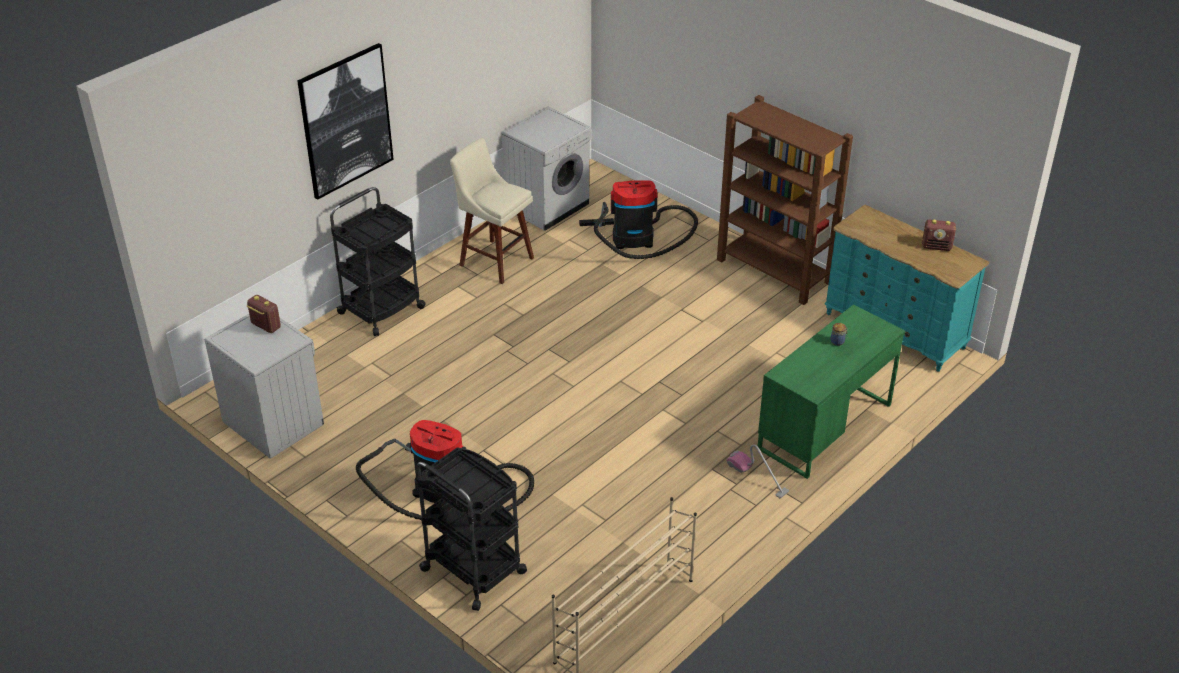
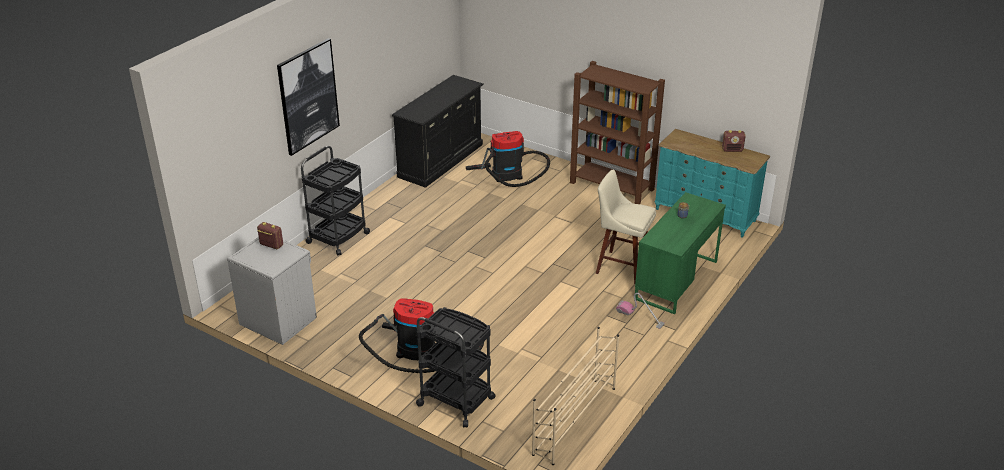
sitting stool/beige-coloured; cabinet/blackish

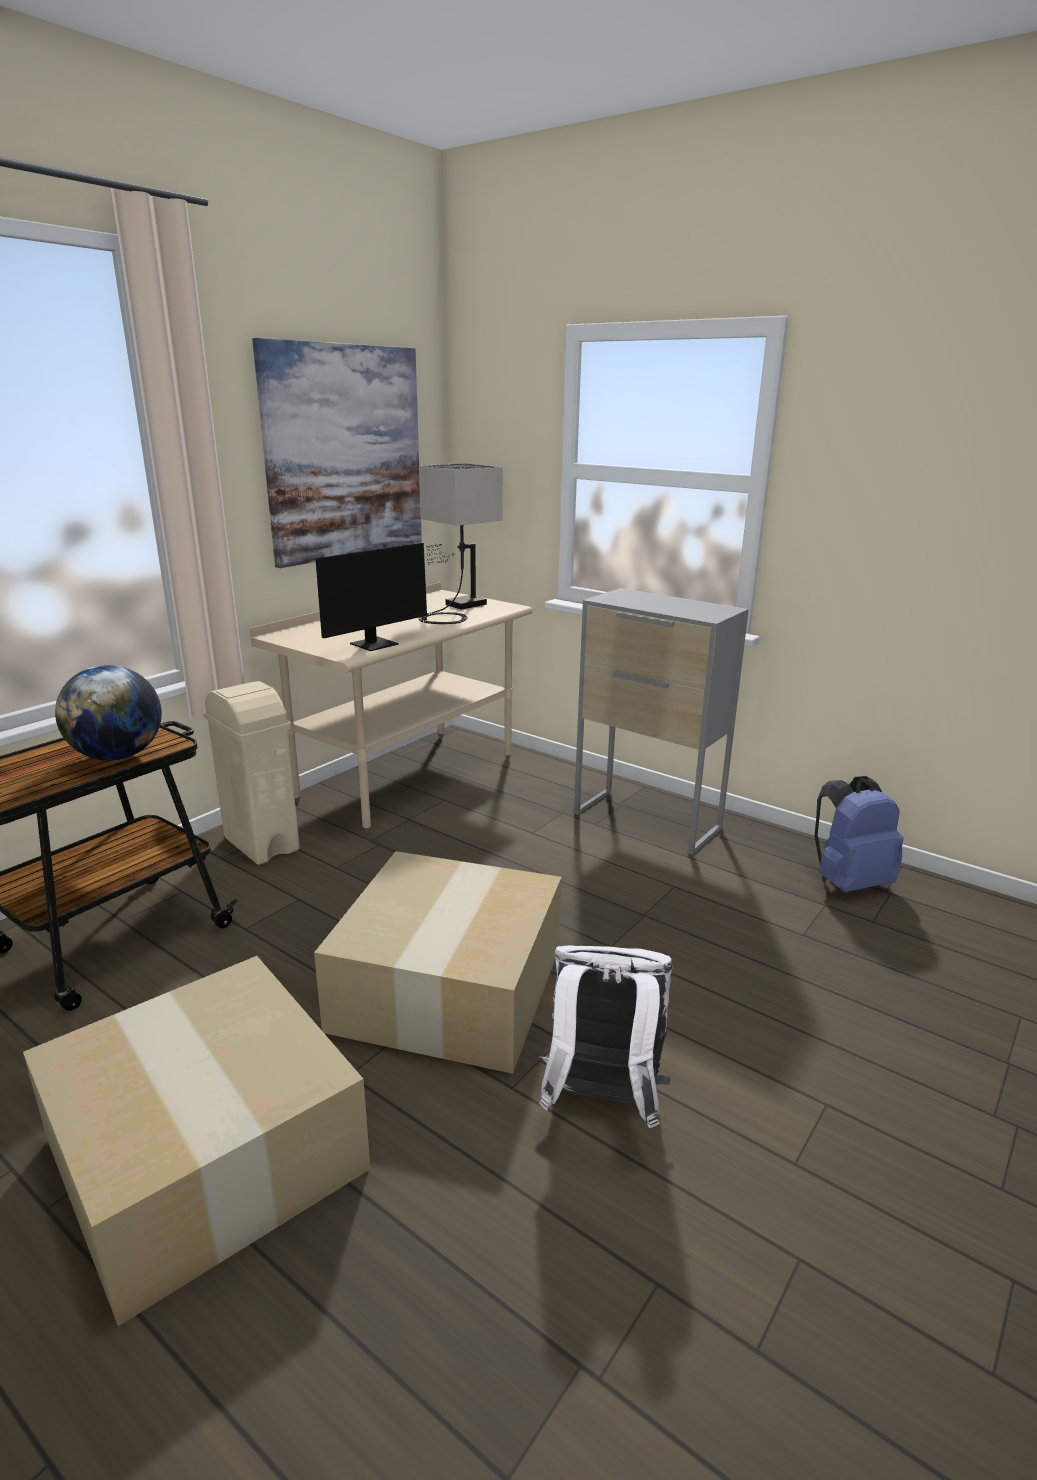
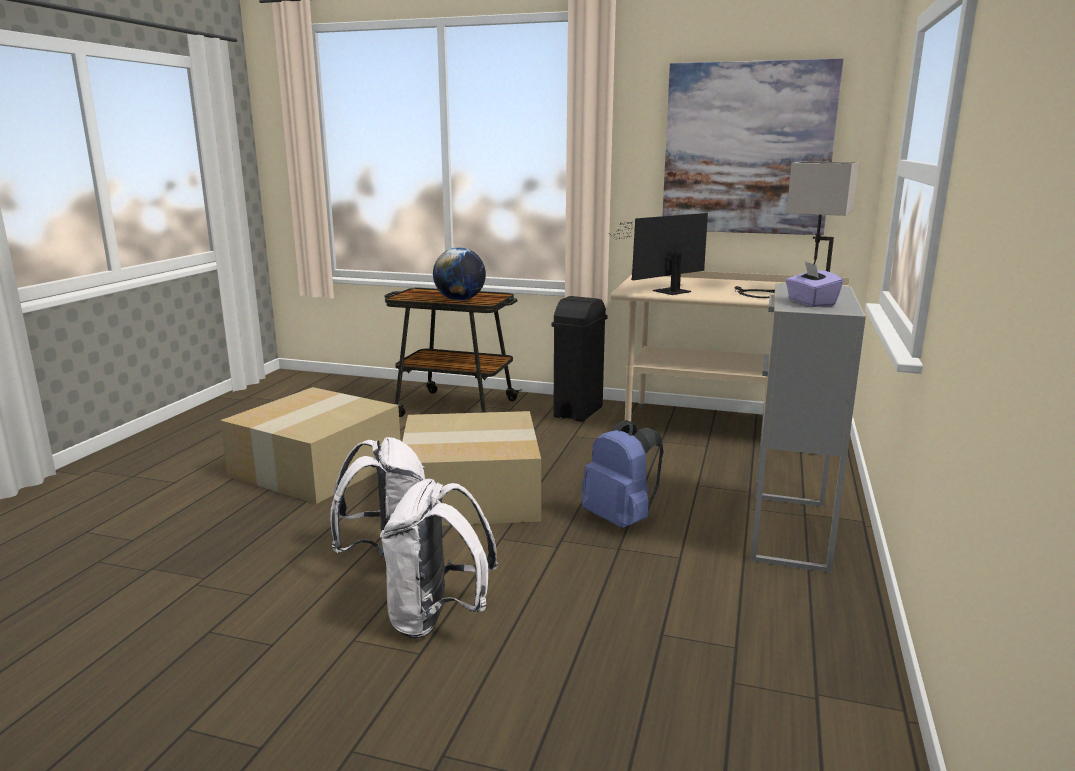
backpack/white-coloured (no. 2 from left); box of tissues/purplish; backpack/blue-coloured; trash can/blackish; computer screen

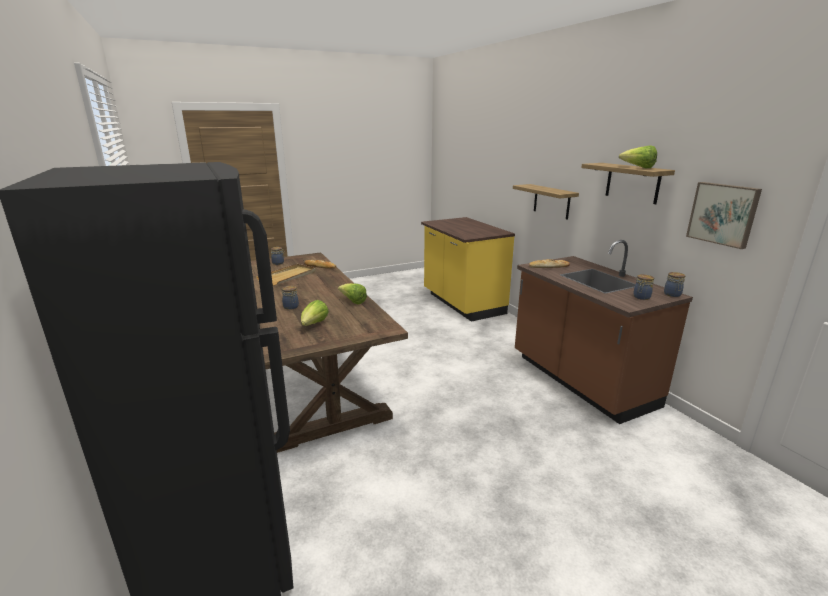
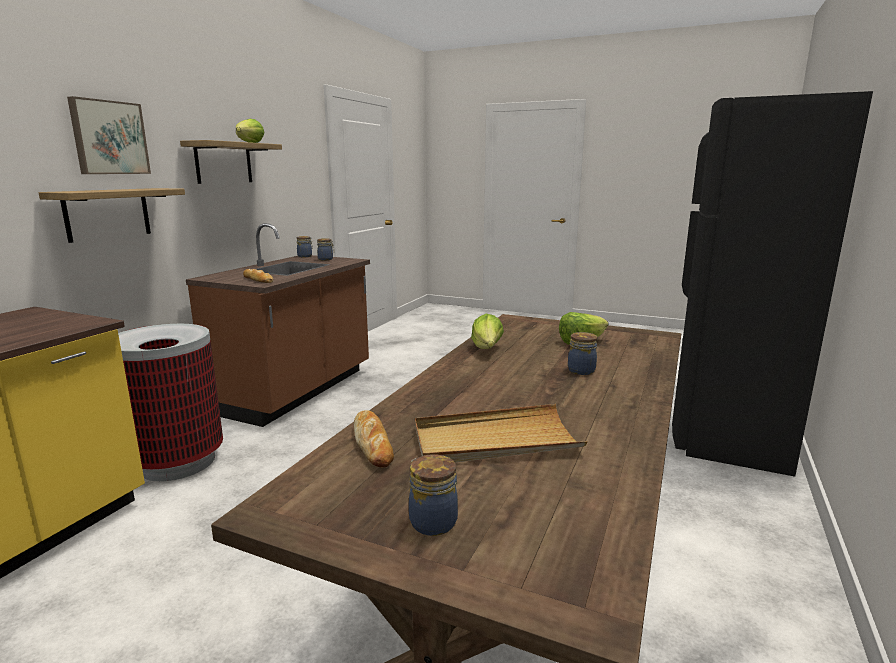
trash can; wall art

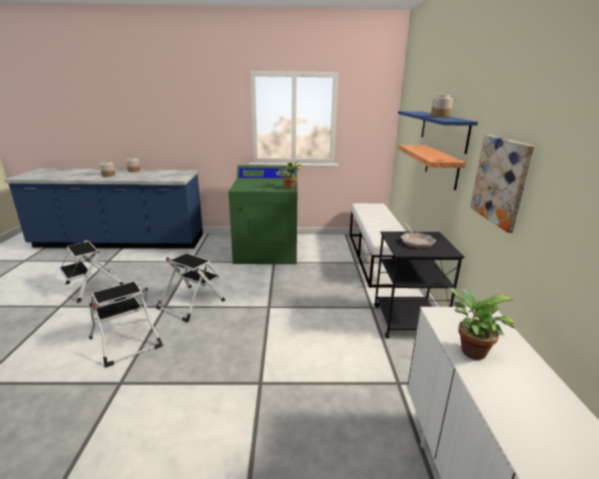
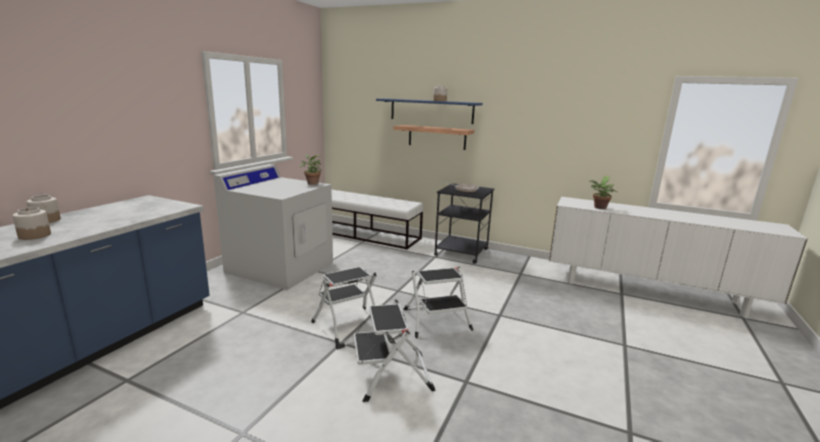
wall art; step stool (no. 3 from left); washing machine/white-coloured

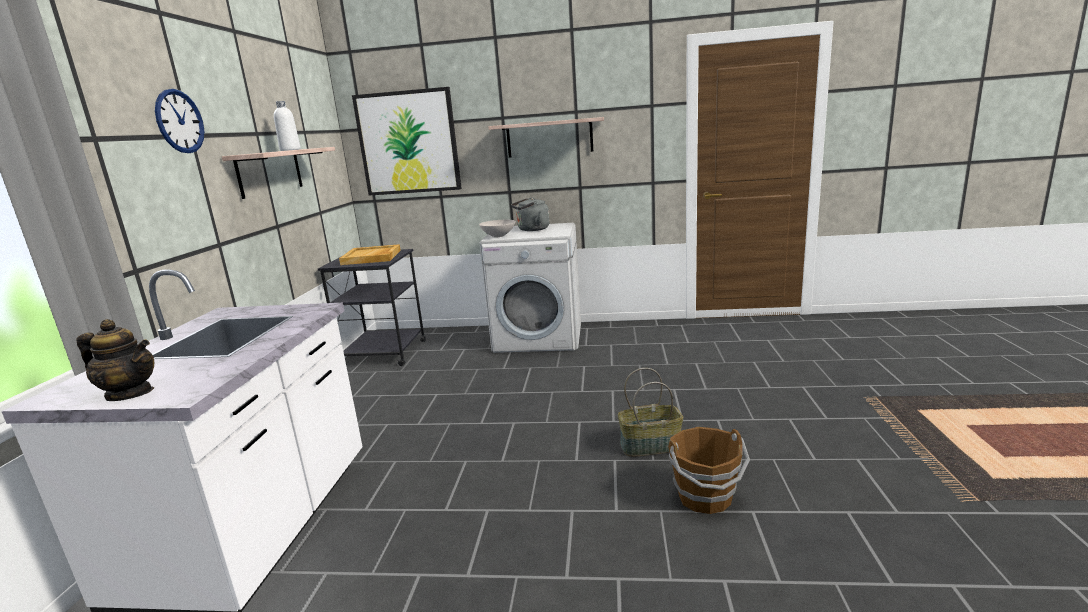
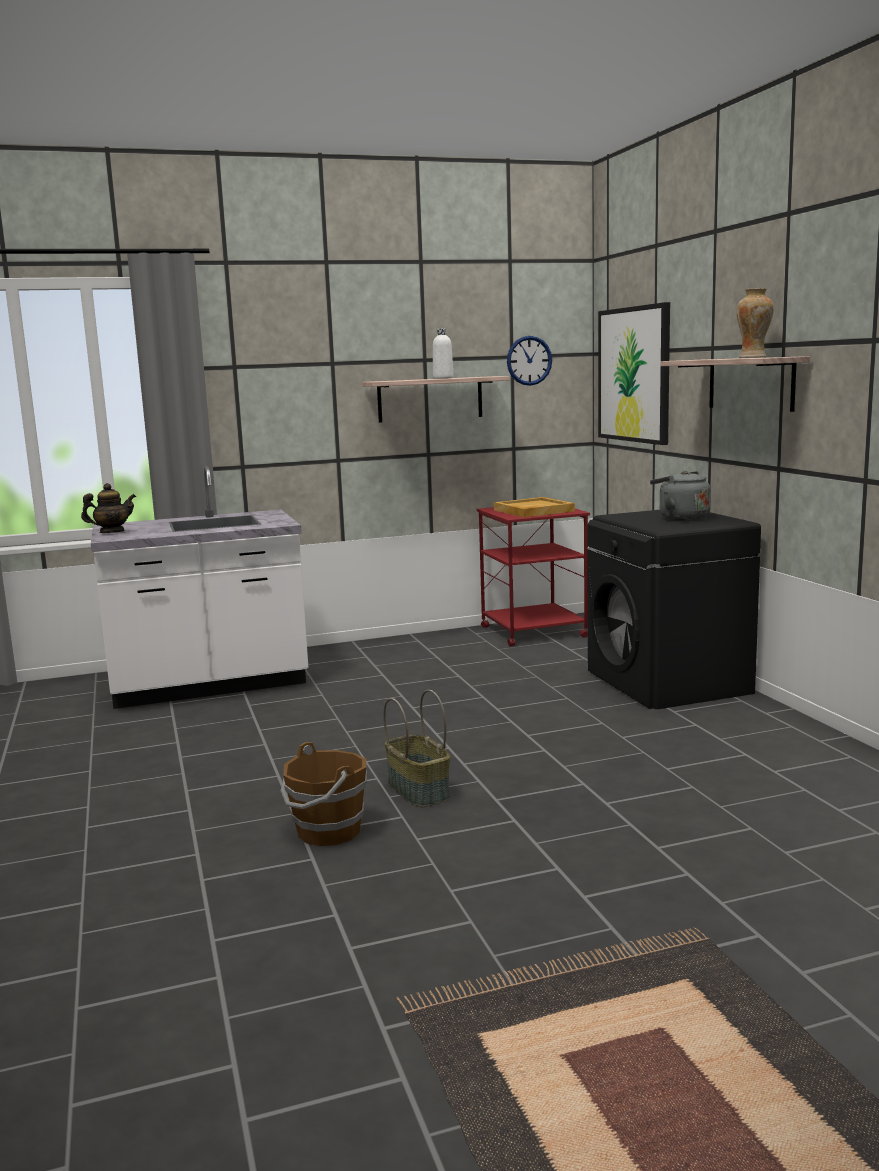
serving bowl/white-coloured; vase; hanging clock; trolley/red; washing machine/blackish; pot for tea

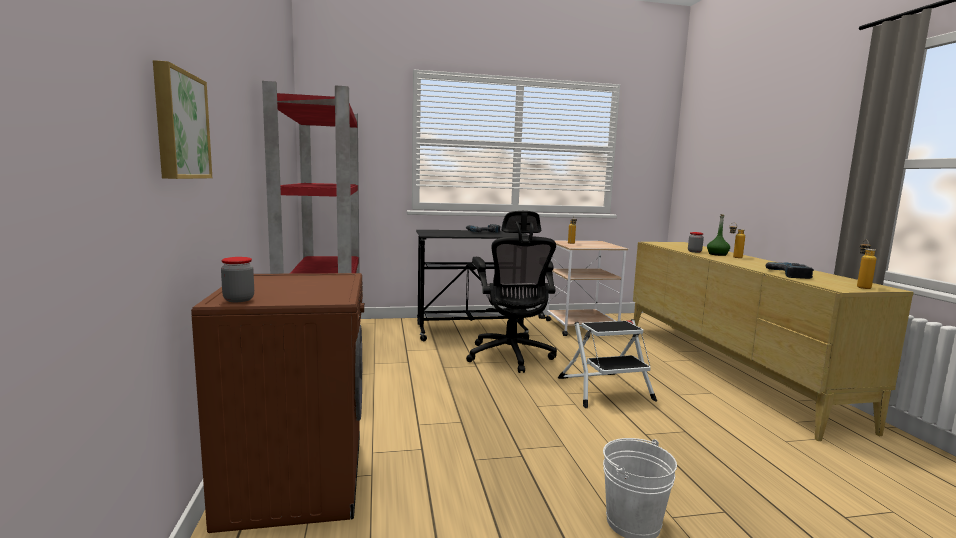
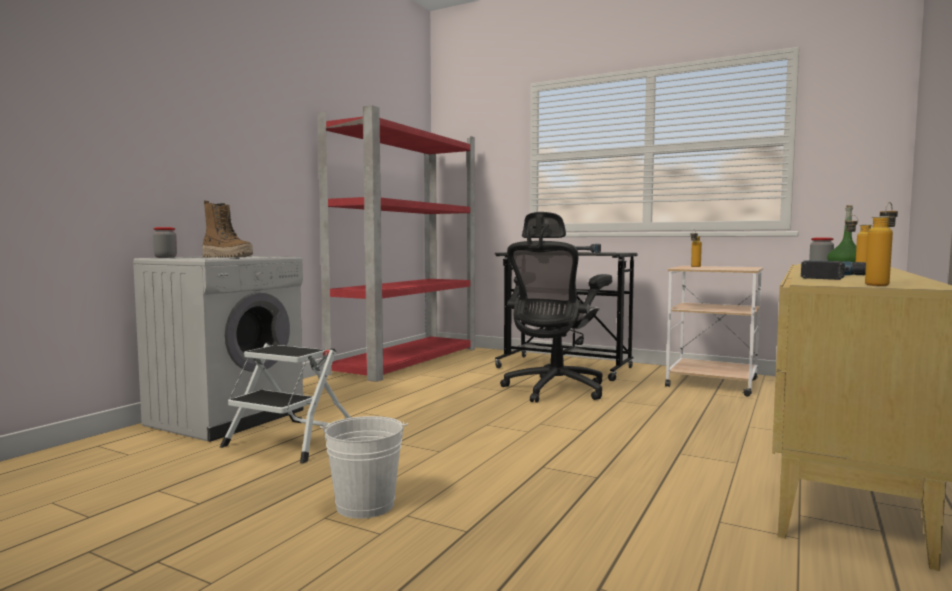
wall art; high-top boot; step stool; washing machine/white-coloured

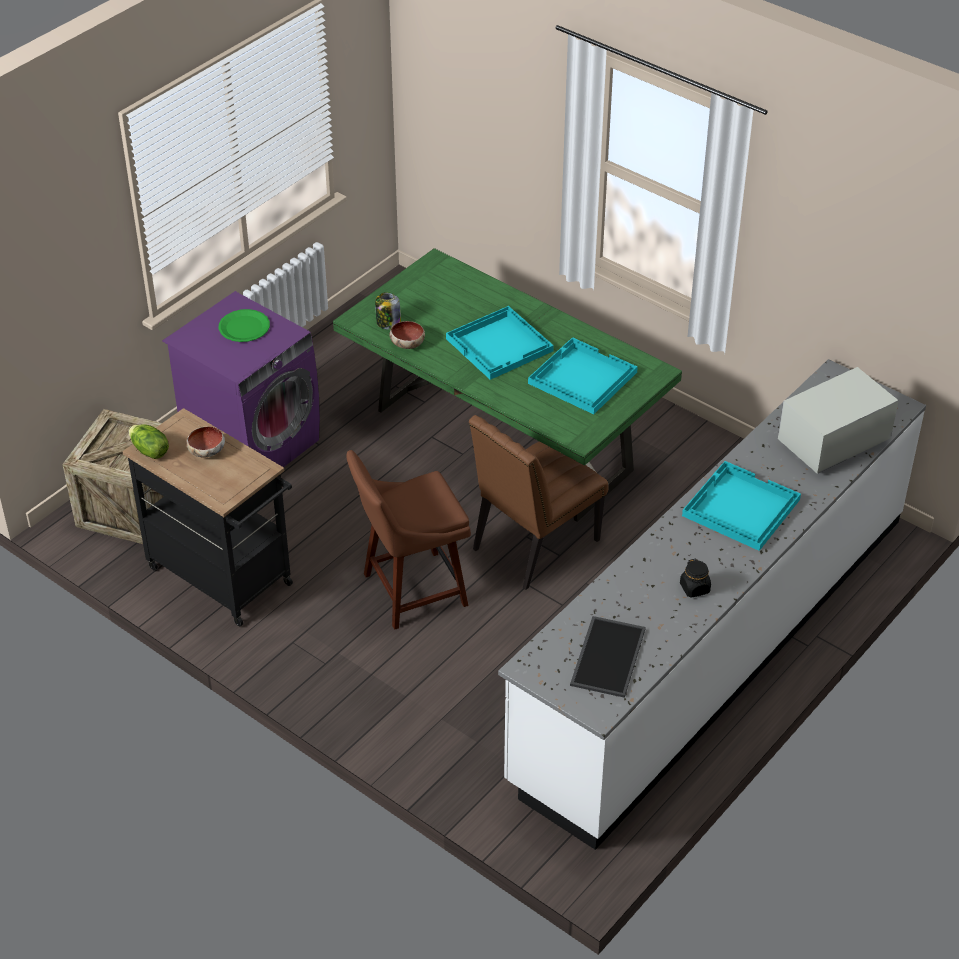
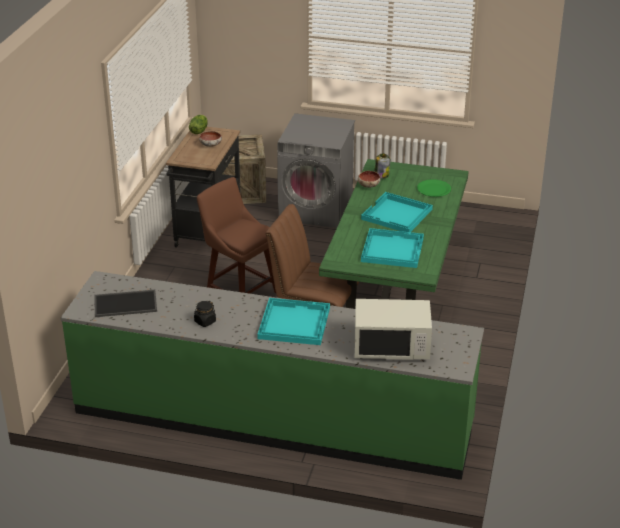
flat dish/green-coloured; washing machine/greyish; kitchen counter/green-coloured; kitchen microwave/white-coloured

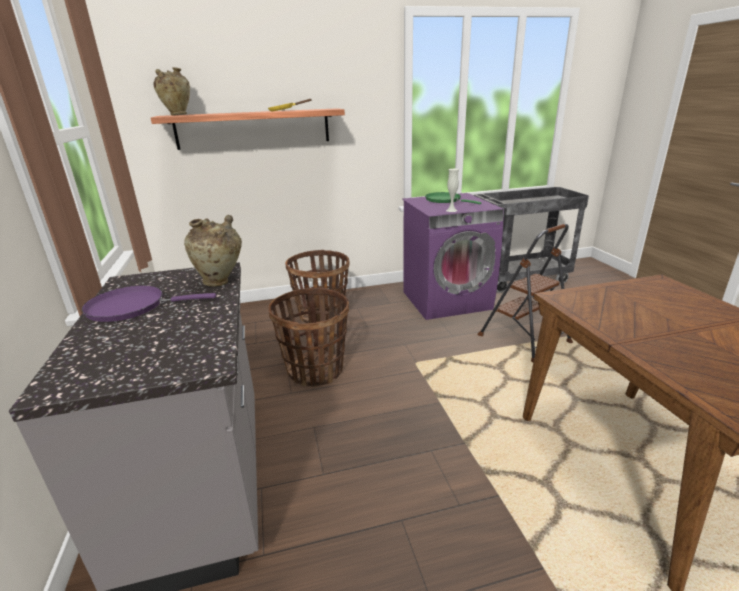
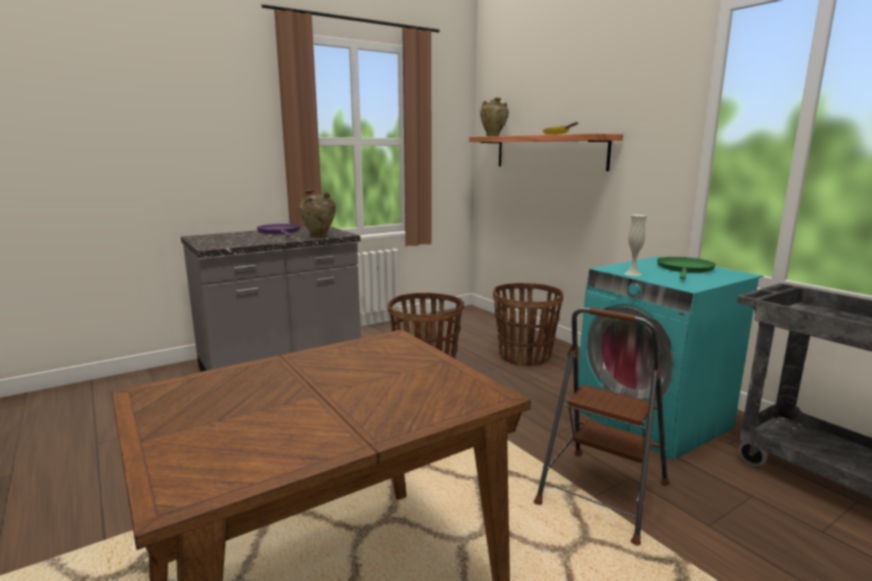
washing machine/turquoise

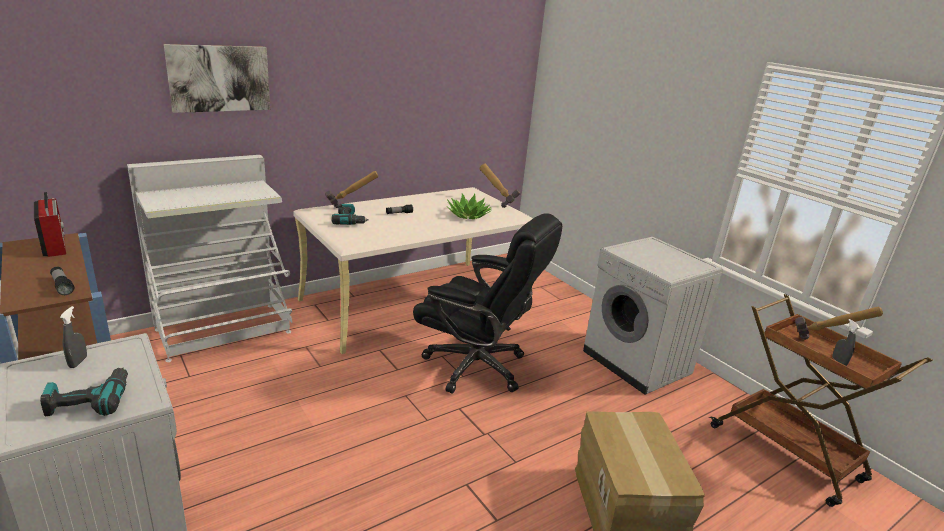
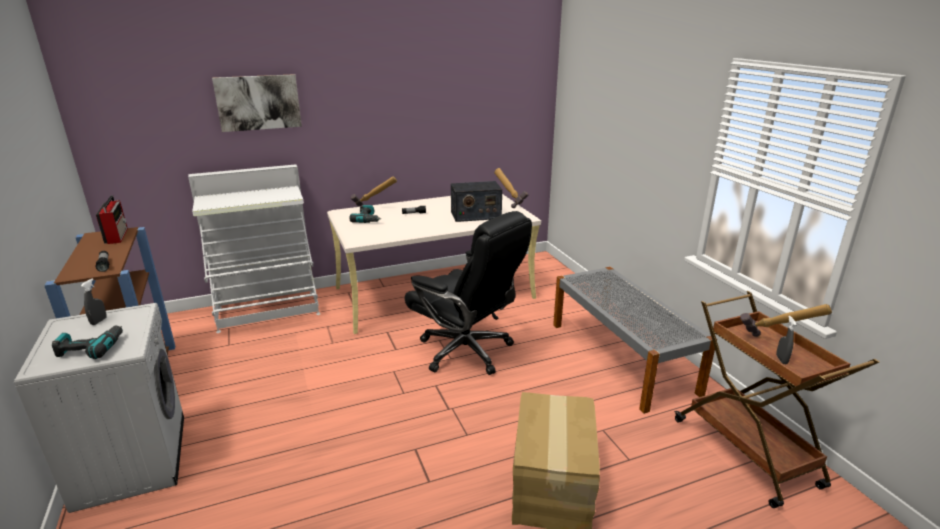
radio set (no. 2 from left); bench/greyish

